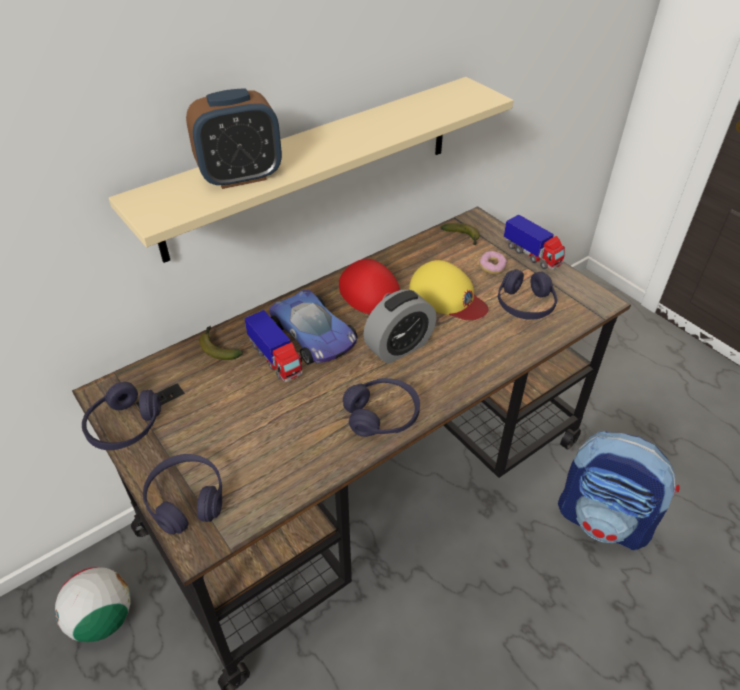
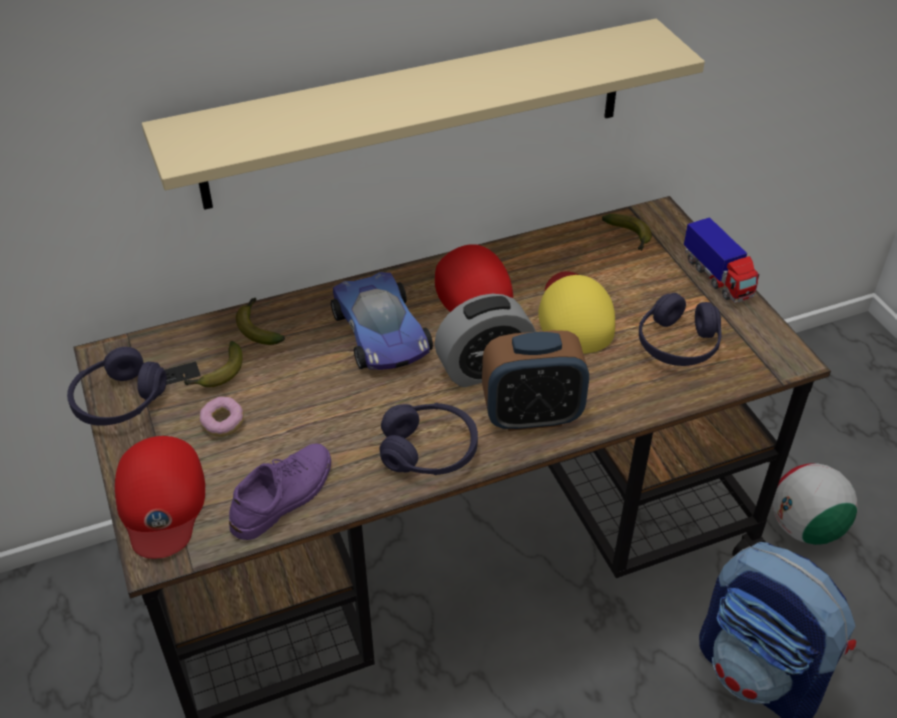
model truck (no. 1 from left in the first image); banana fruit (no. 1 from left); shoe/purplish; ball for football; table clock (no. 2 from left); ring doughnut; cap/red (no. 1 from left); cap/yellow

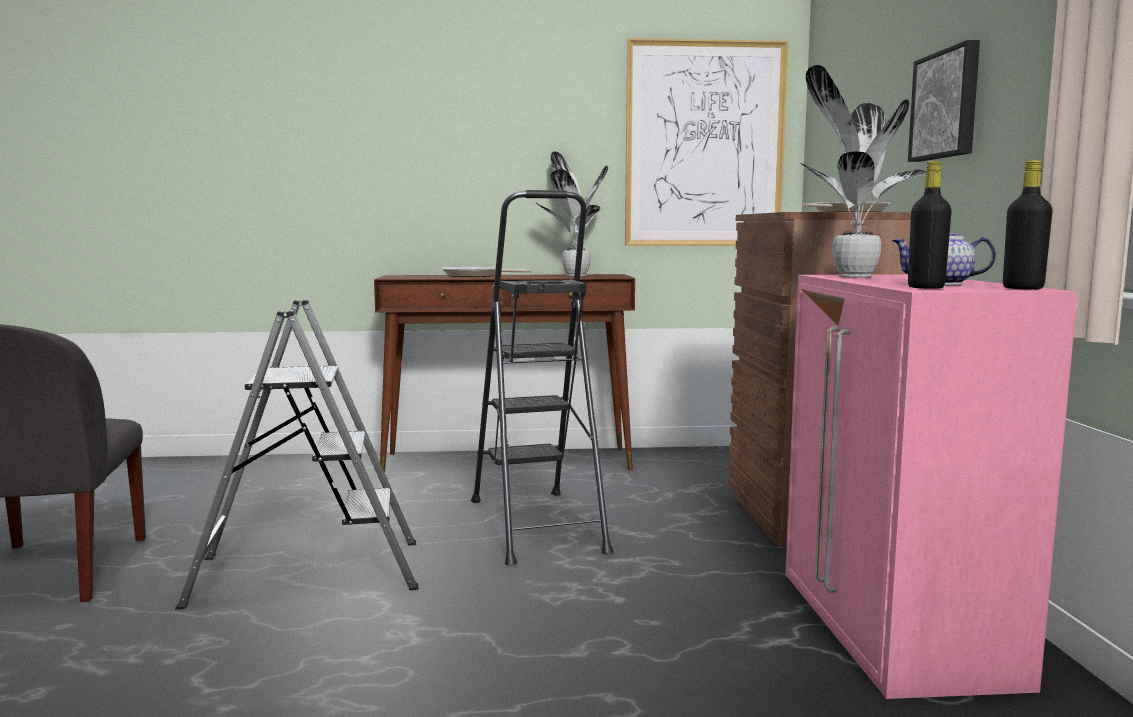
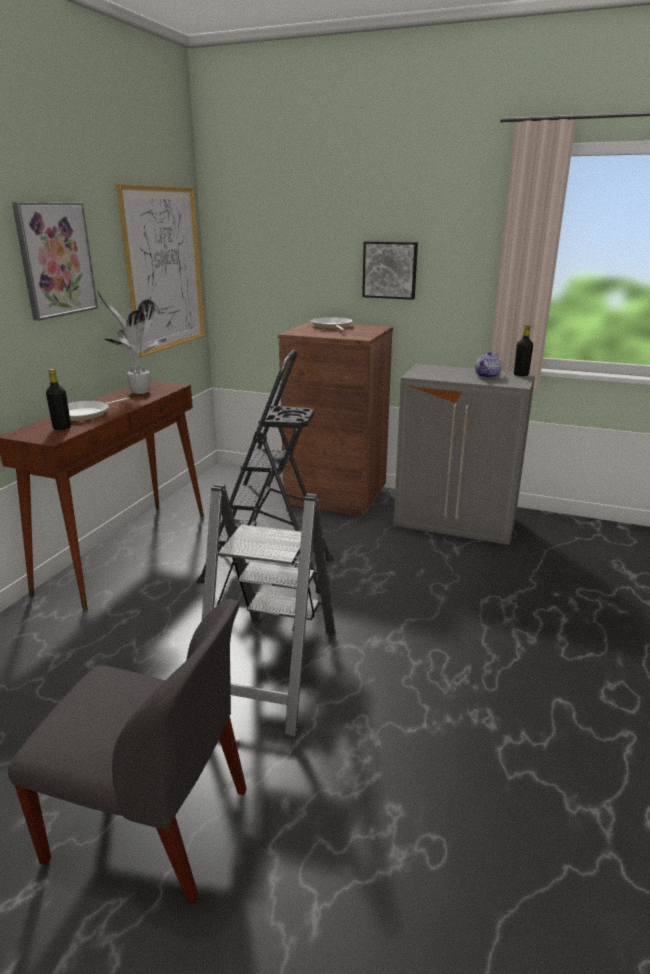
potted plant (no. 2 from left in the first image); wall art (no. 1 from left); beverage bottle/blackish (no. 1 from left); cabinet/greyish

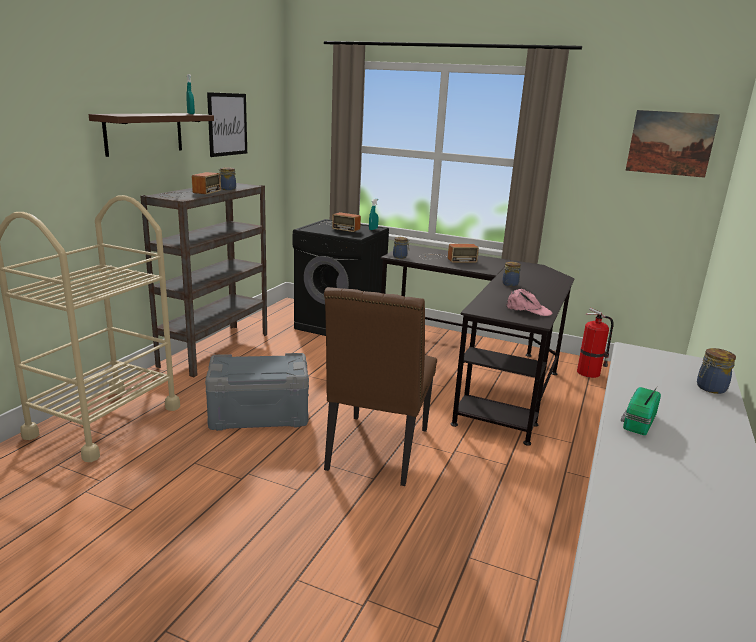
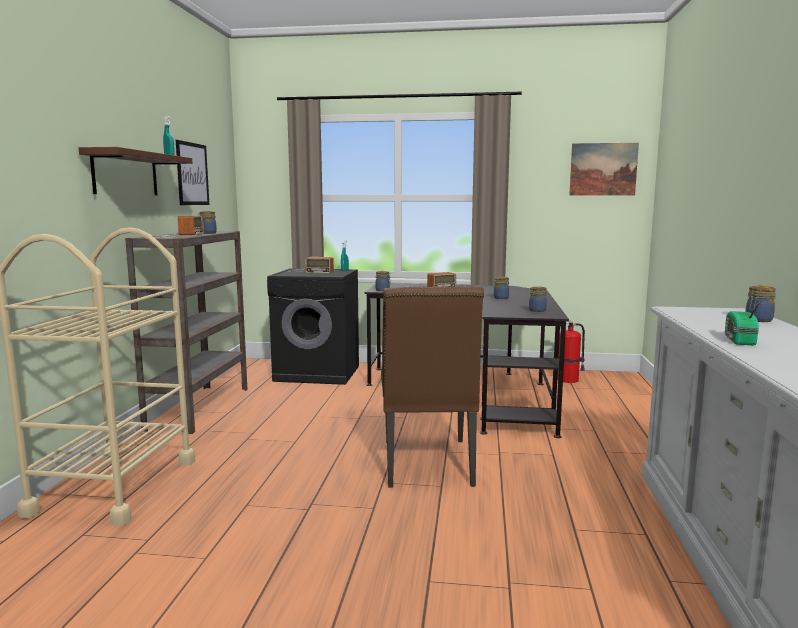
storage bin/greyish; jar (no. 4 from left)

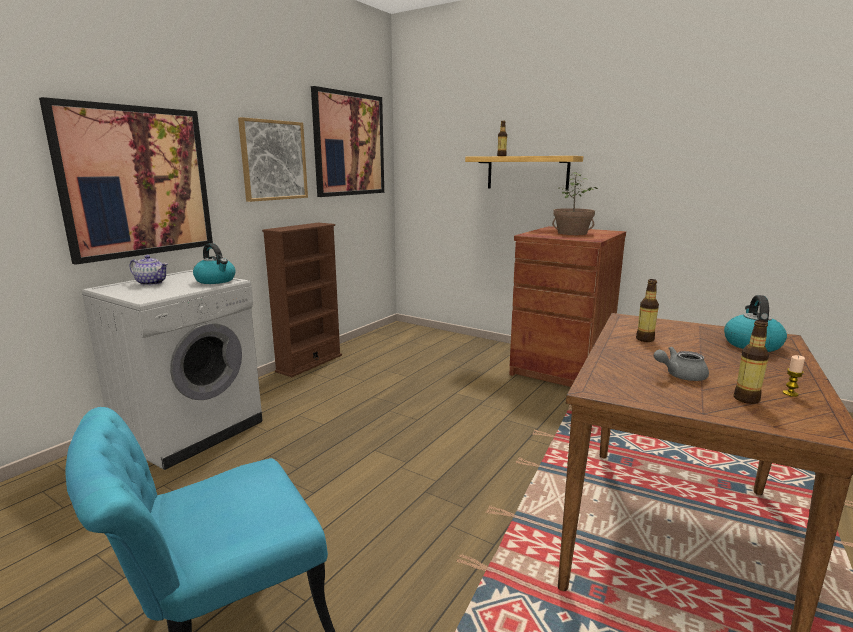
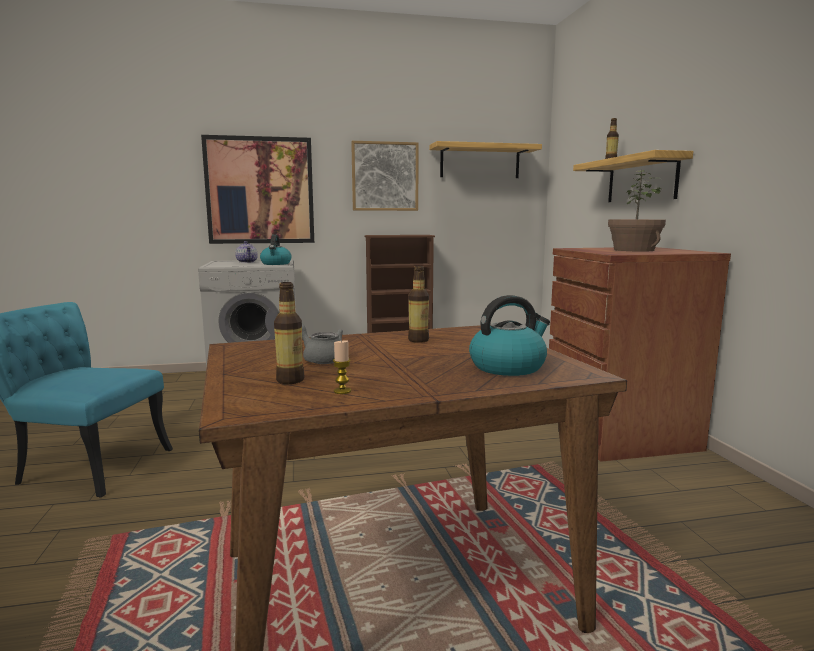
bracket shelf (no. 1 from left)

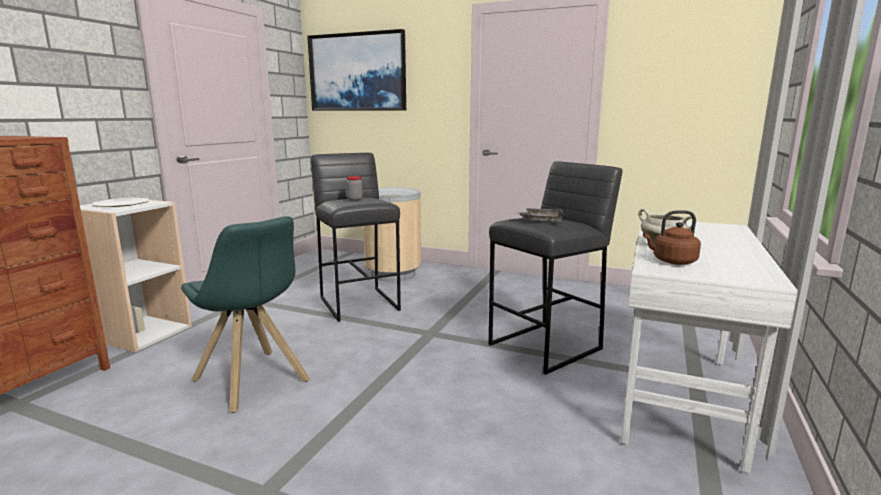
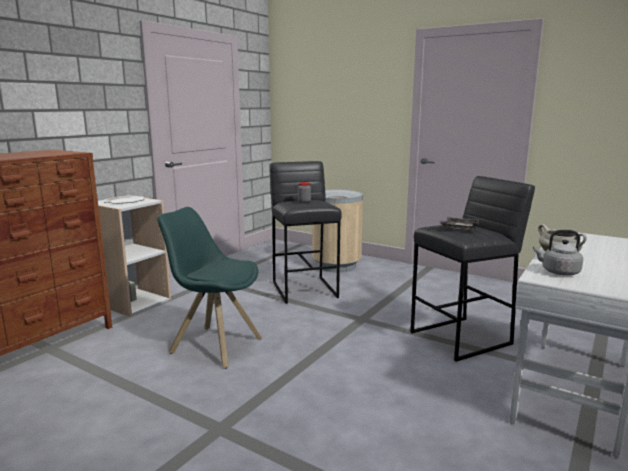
wall art; kettle/greyish; upright chair/turquoise

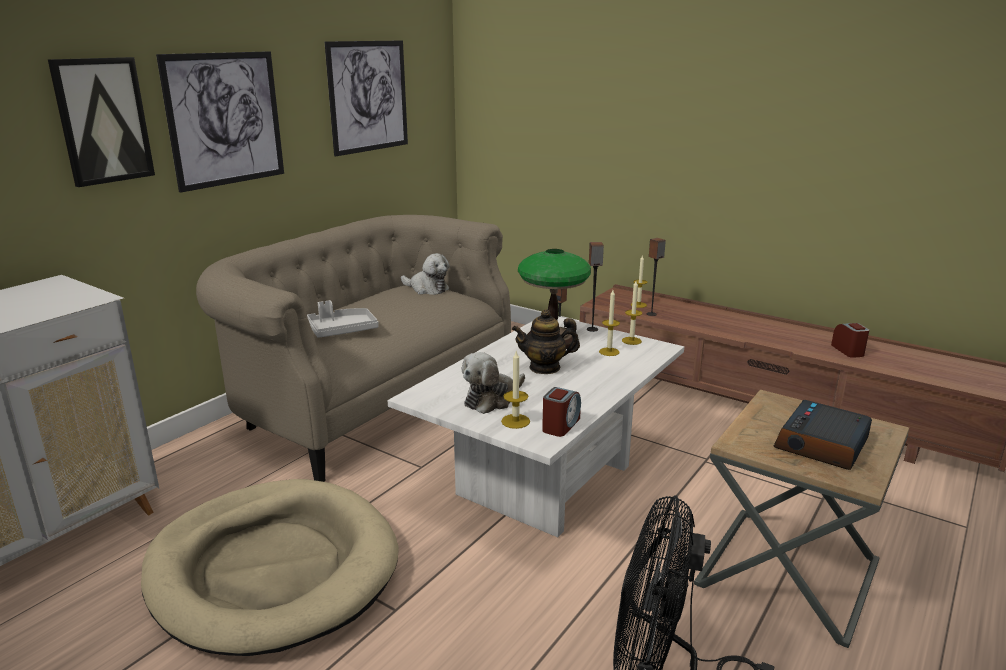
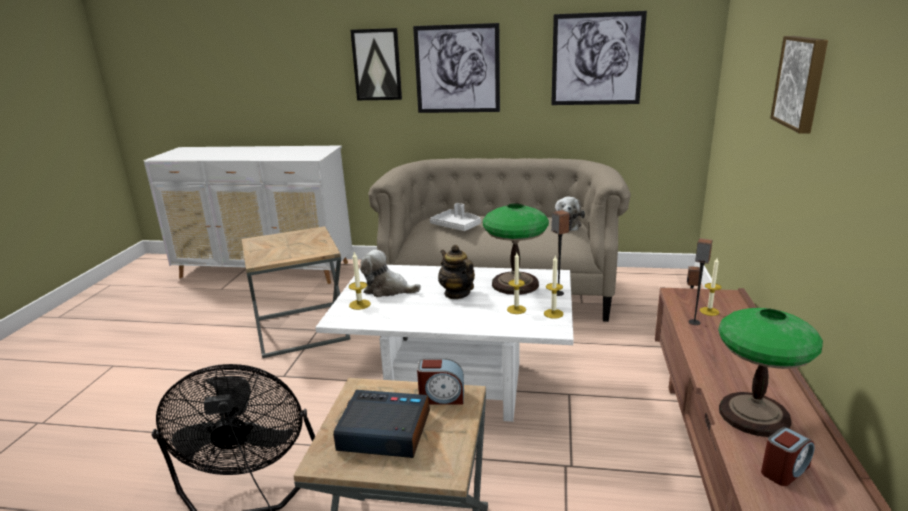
lamp for a table (no. 2 from left); wall art (no. 4 from left); table clock (no. 2 from left); accent table/brown (no. 1 from left)

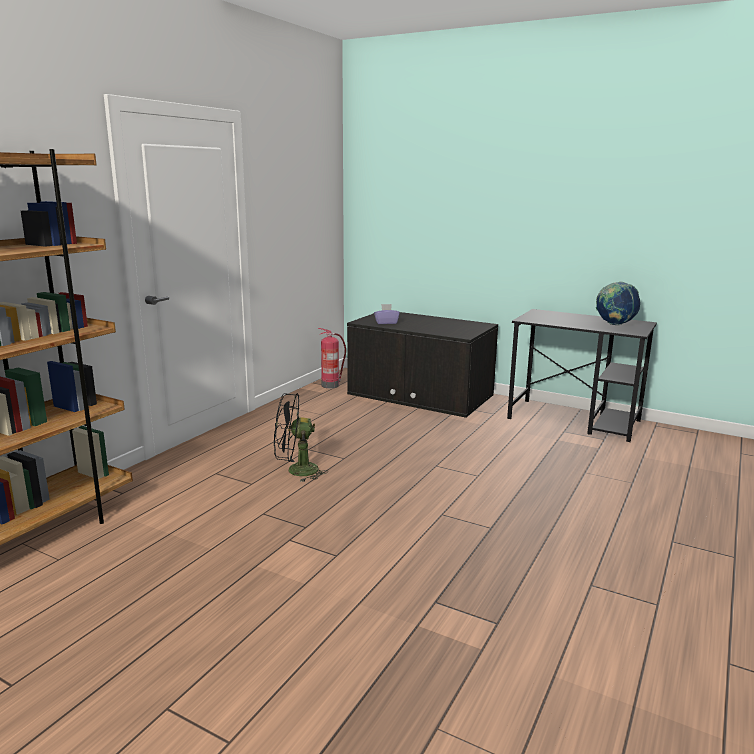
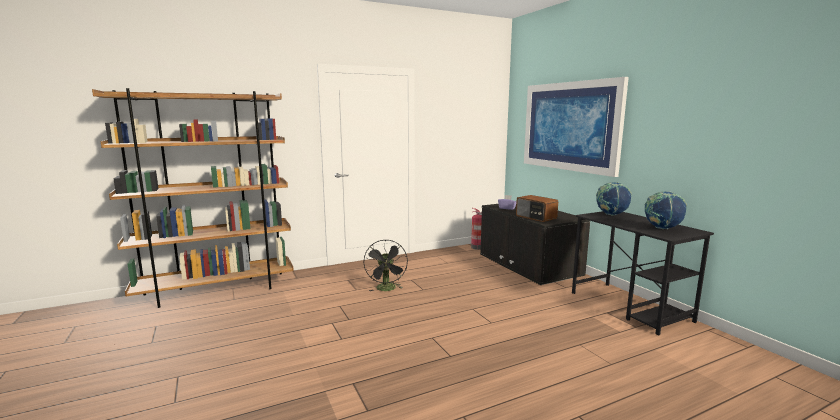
radio set; wall art; world globe (no. 1 from left); cooling fan/blackish

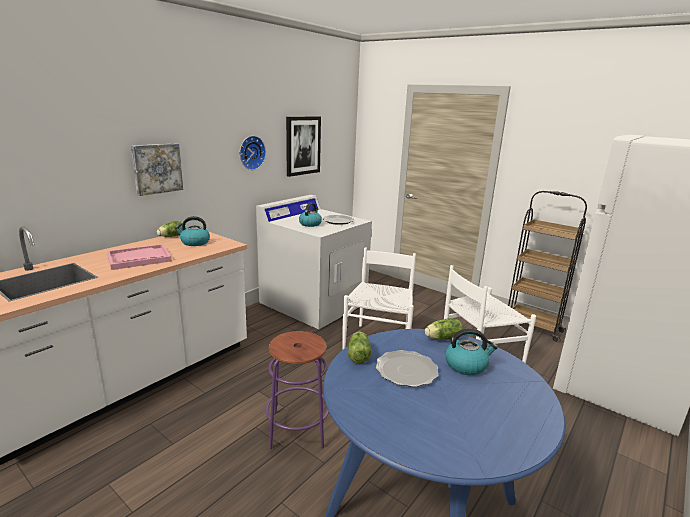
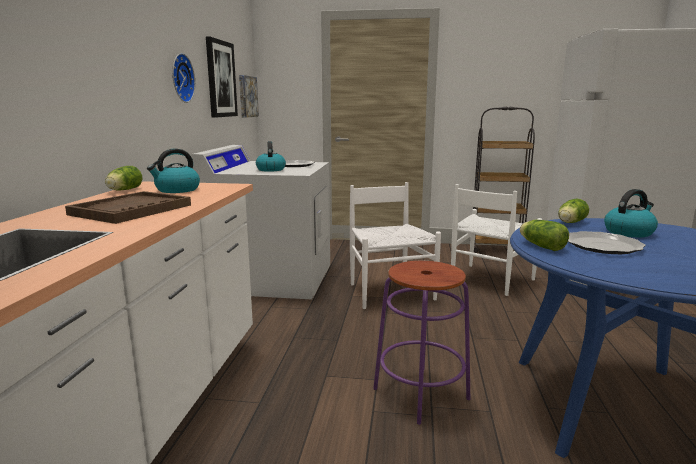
wall art (no. 2 from left); serving tray/brown

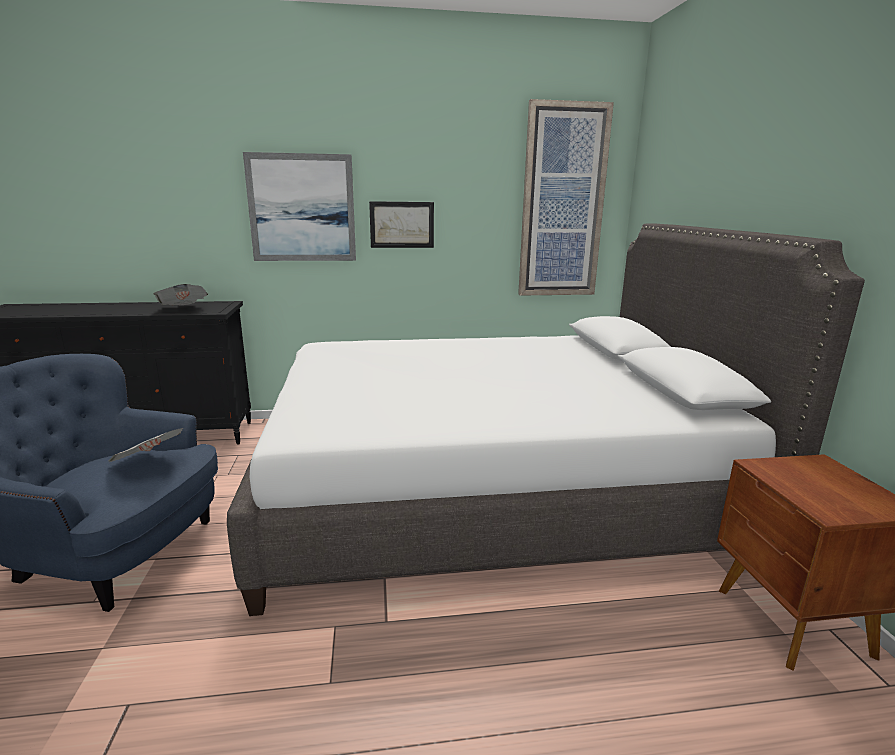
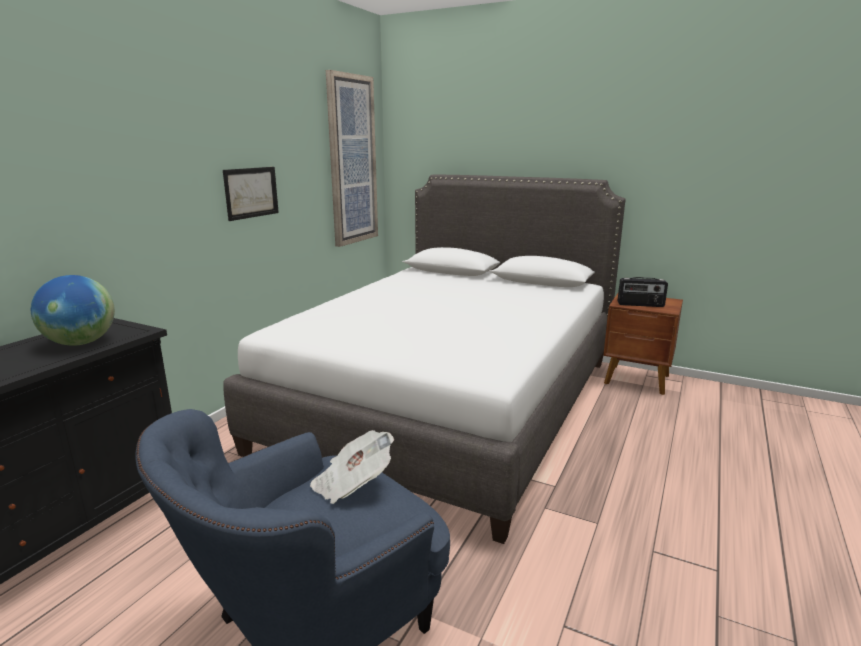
wall art (no. 1 from left in the first image); radio set; world globe

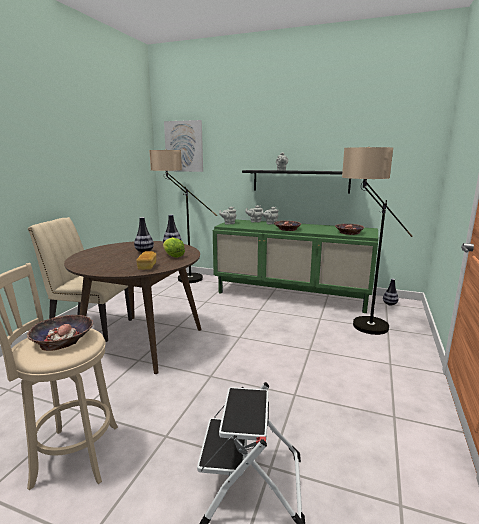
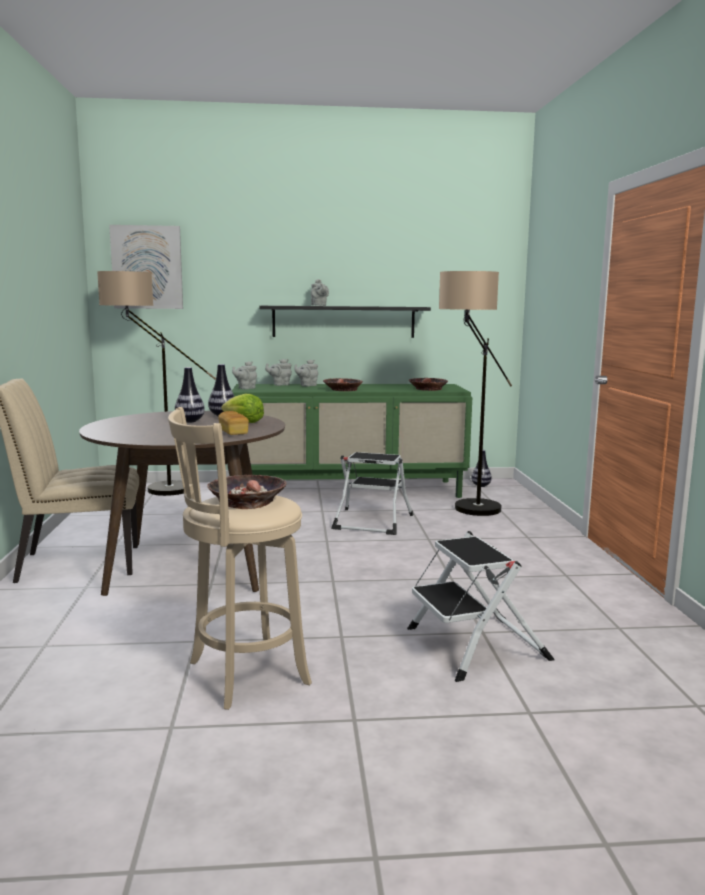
step stool (no. 1 from left)

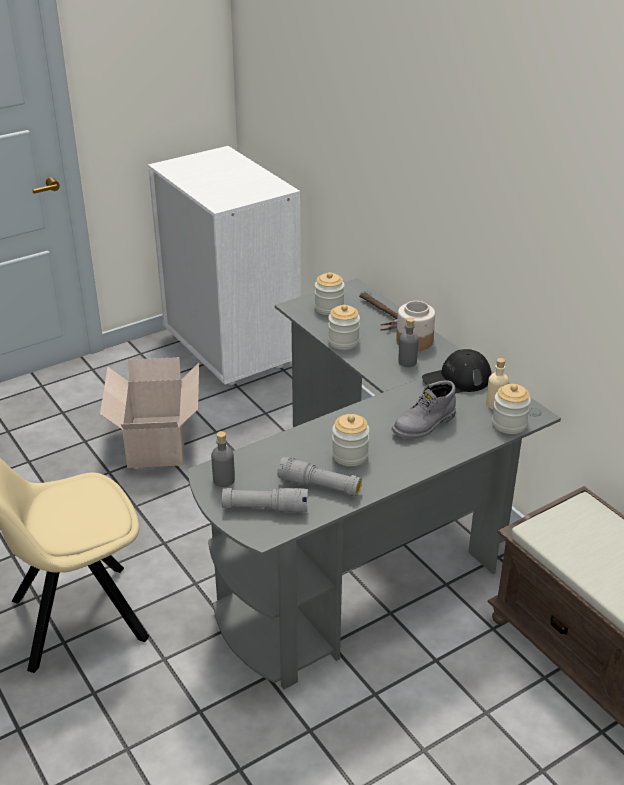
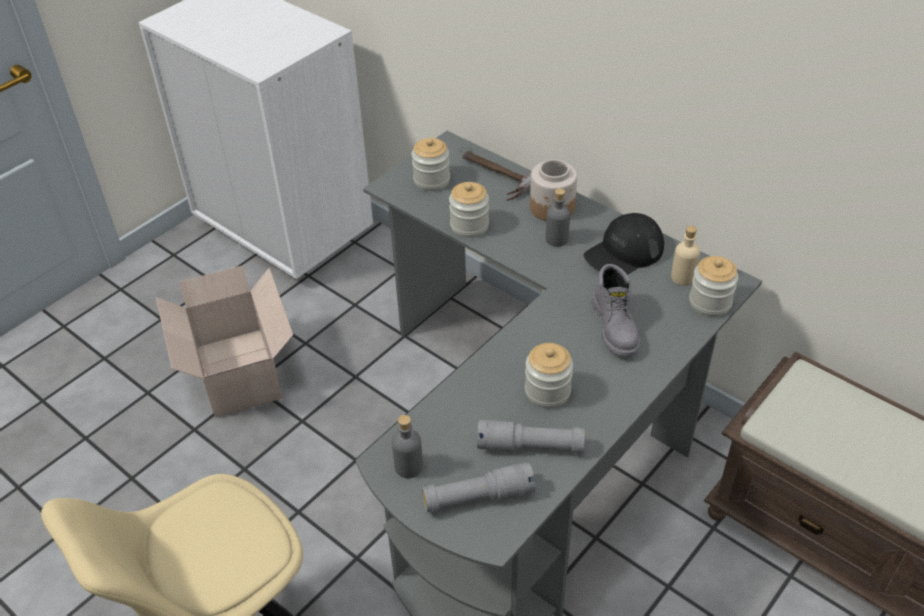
high-top boot/greyish

